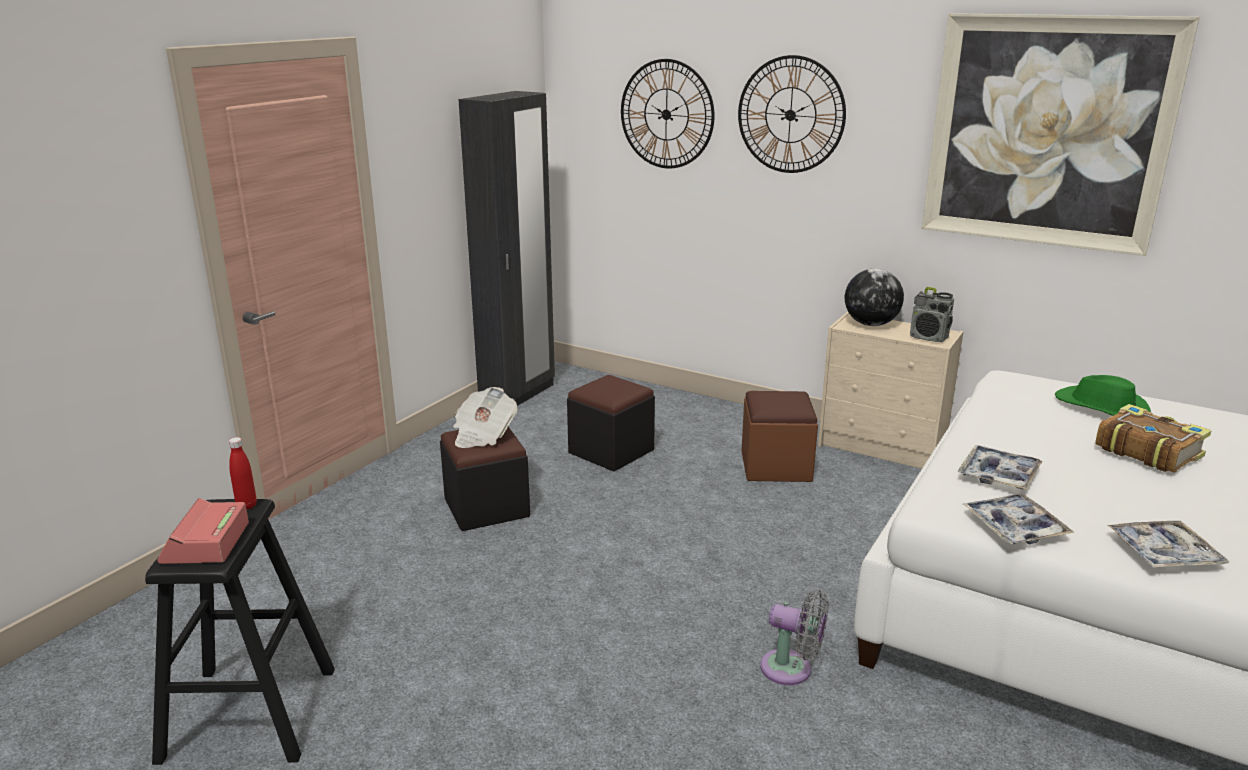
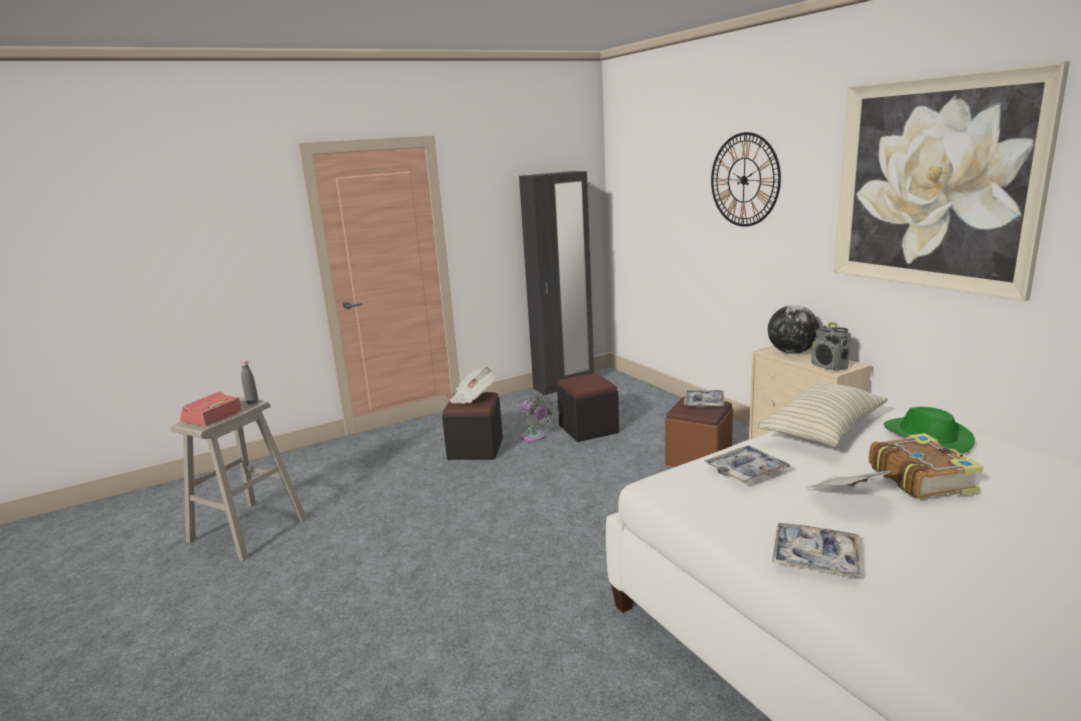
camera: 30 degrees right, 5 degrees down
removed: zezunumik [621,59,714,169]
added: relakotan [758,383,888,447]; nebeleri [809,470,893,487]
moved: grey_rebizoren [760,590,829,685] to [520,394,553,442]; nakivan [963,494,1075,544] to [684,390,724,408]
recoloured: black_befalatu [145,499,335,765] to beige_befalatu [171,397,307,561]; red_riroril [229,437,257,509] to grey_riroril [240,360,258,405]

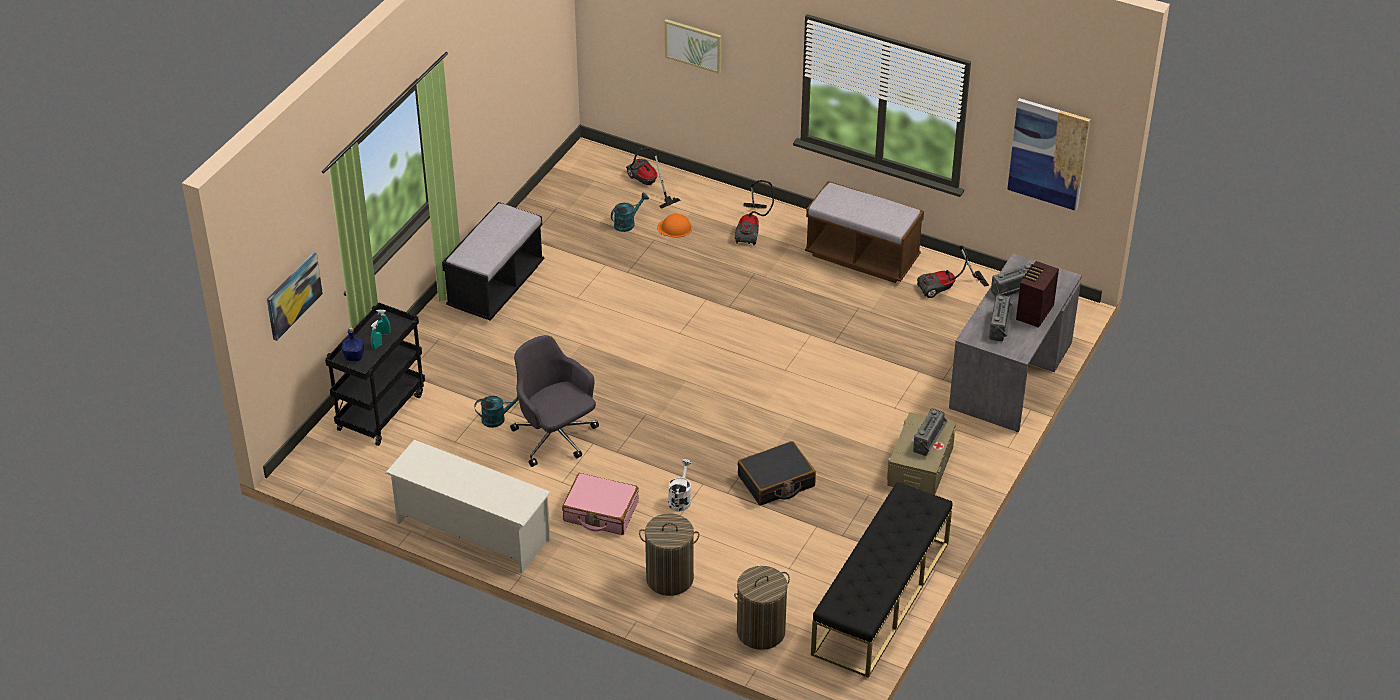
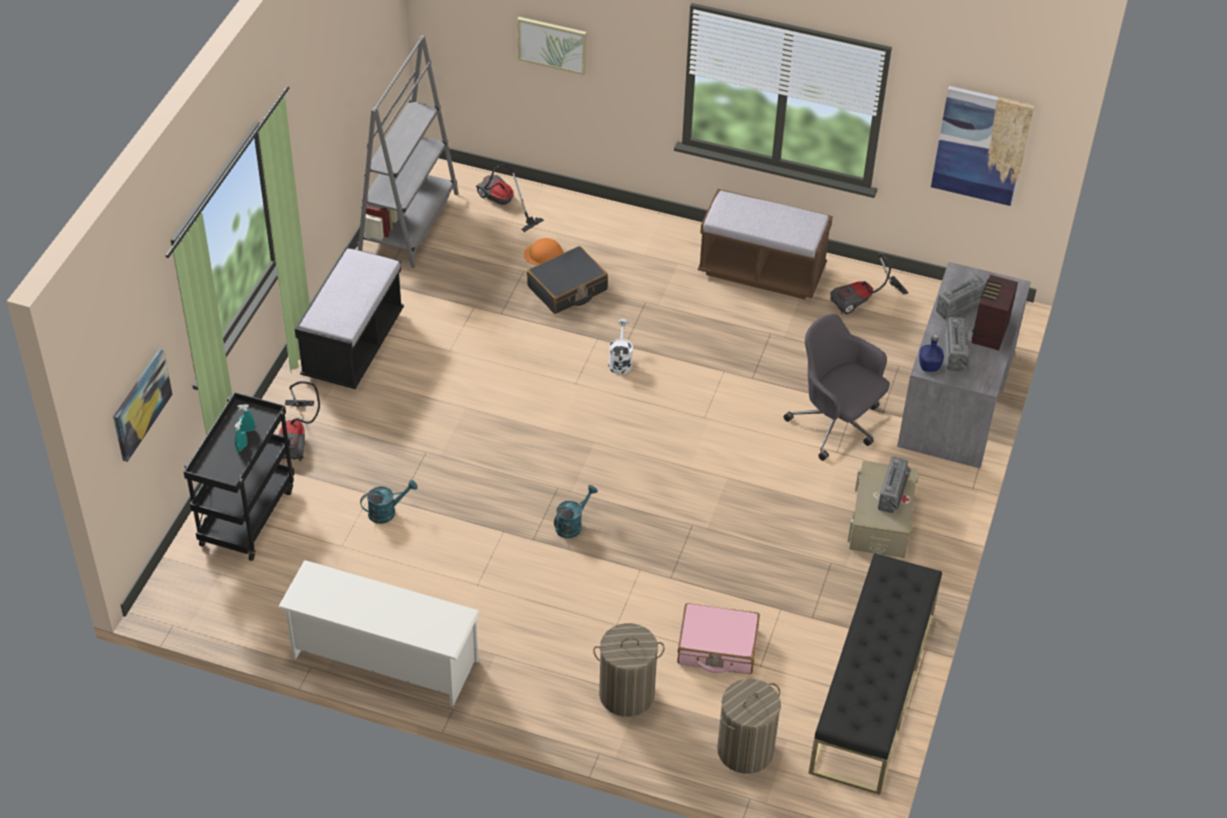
camera: 10 degrees left, 5 degrees up
added: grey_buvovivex [357,36,459,268]
moved: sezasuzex [734,180,774,245] to [279,381,320,461]; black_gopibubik [738,441,816,505] to [527,246,608,314]; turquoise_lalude [611,193,649,232] to [554,485,598,538]; white_lalude [668,459,691,512] to [608,319,633,375]; pink_gopibubik [562,473,639,535] to [677,603,760,674]; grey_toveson [510,335,599,467] to [783,314,890,461]; blue_riroril [342,327,364,361] to [919,334,944,372]

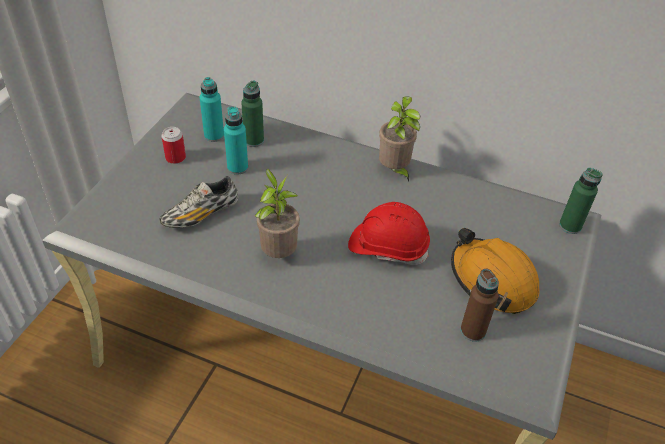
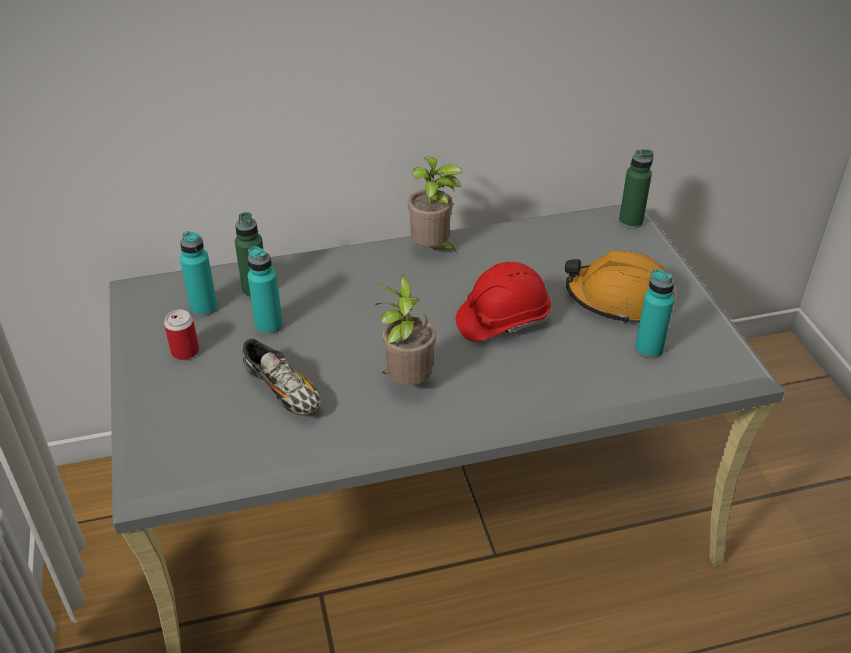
camera: 35 degrees left, 5 degrees down
recoloured: brown_riroril [460,268,499,342] to turquoise_riroril [635,269,675,359]
turned: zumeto [159,176,238,228] = [243,338,321,416] 60 degrees counterclockwise

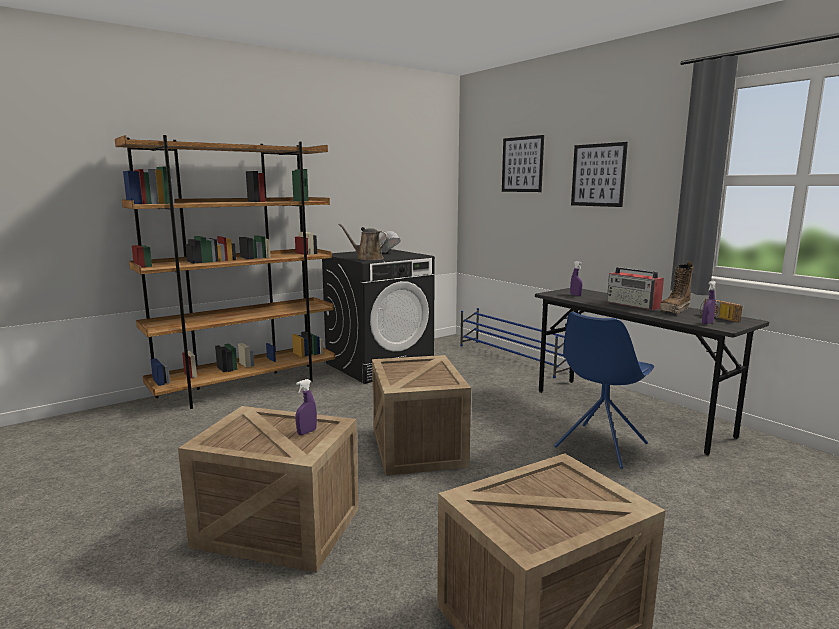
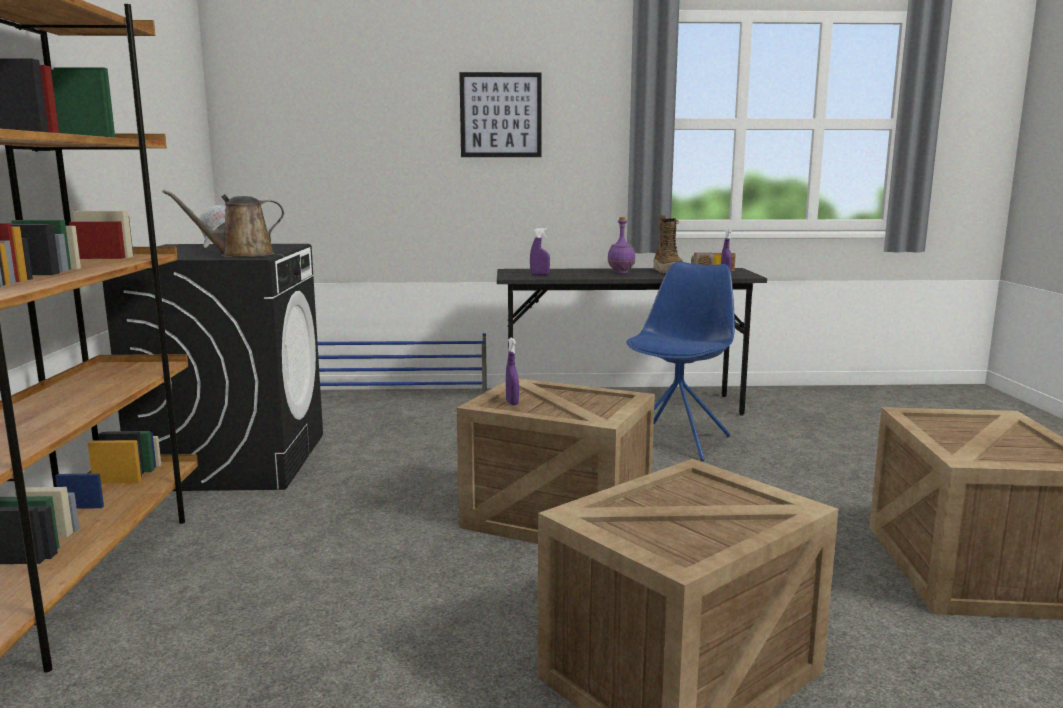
camera: 55 degrees left, 0 degrees up
removed: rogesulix [502,135,544,192]
moved: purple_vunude [296,379,317,435] to [506,338,519,405]
replaced: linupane [607,267,664,310] to purple_riroril [608,217,636,274]
turned: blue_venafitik [554,312,654,469] = [627,261,735,461] 135 degrees counterclockwise

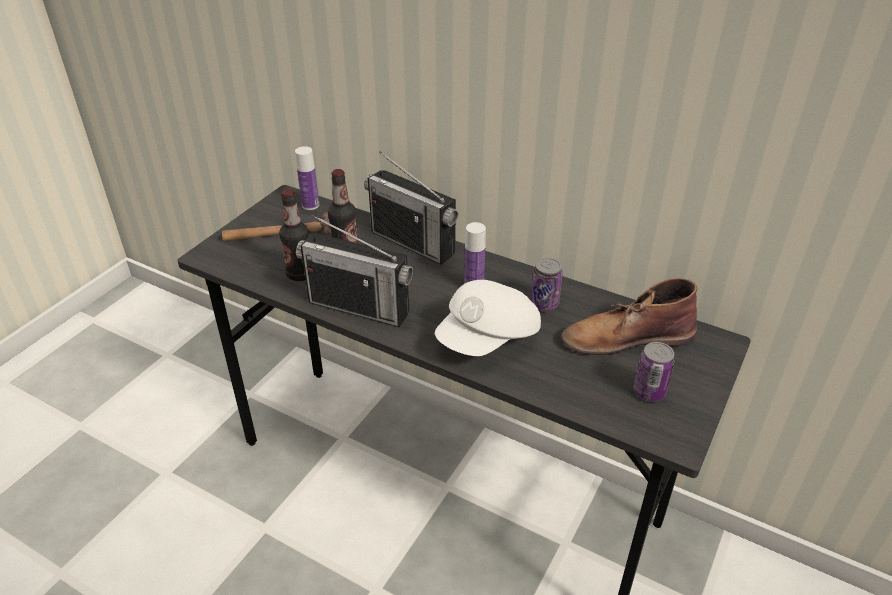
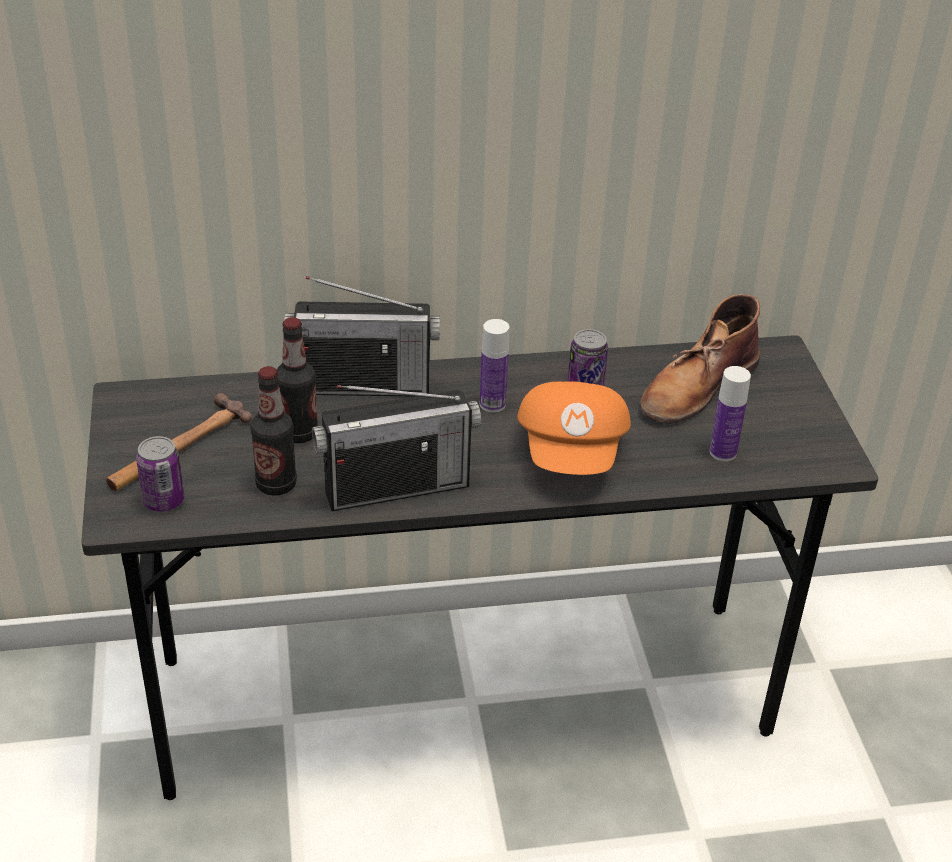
camera: 40 degrees left, 0 degrees up
moved: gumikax [634,342,675,402] to [136,436,184,512]; riroril [295,146,319,210] to [710,366,751,461]
recoloured: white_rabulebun [435,280,541,356] to orange_rabulebun [517,381,631,475]

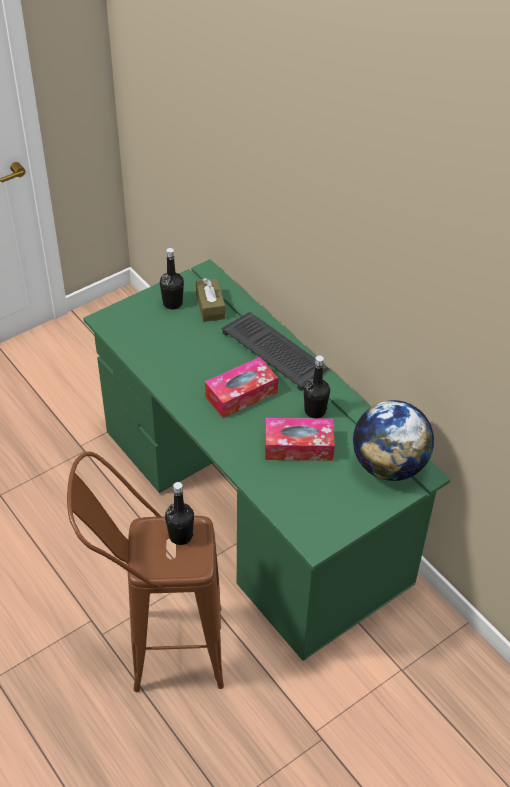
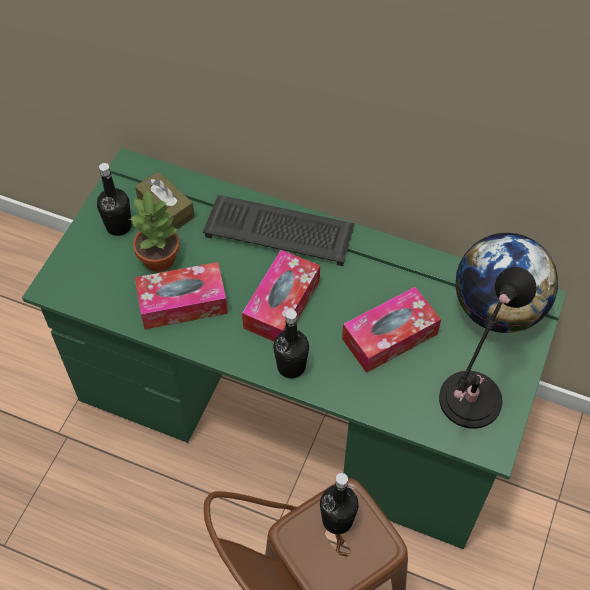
camera: 30 degrees left, 10 degrees up
added: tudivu [129,189,180,272]; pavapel [135,262,228,329]; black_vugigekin [439,267,537,429]
moved: black_riroril [304,356,330,418] to [273,310,309,378]

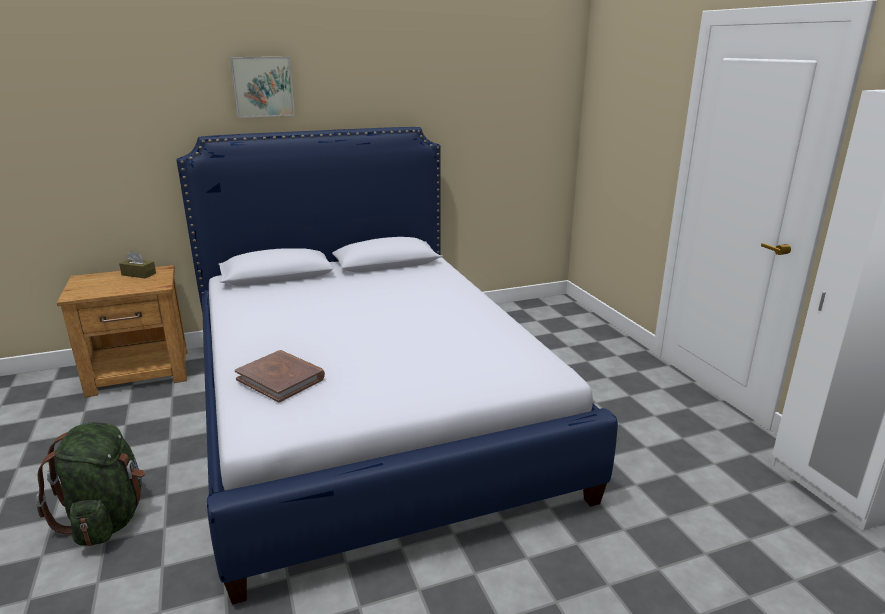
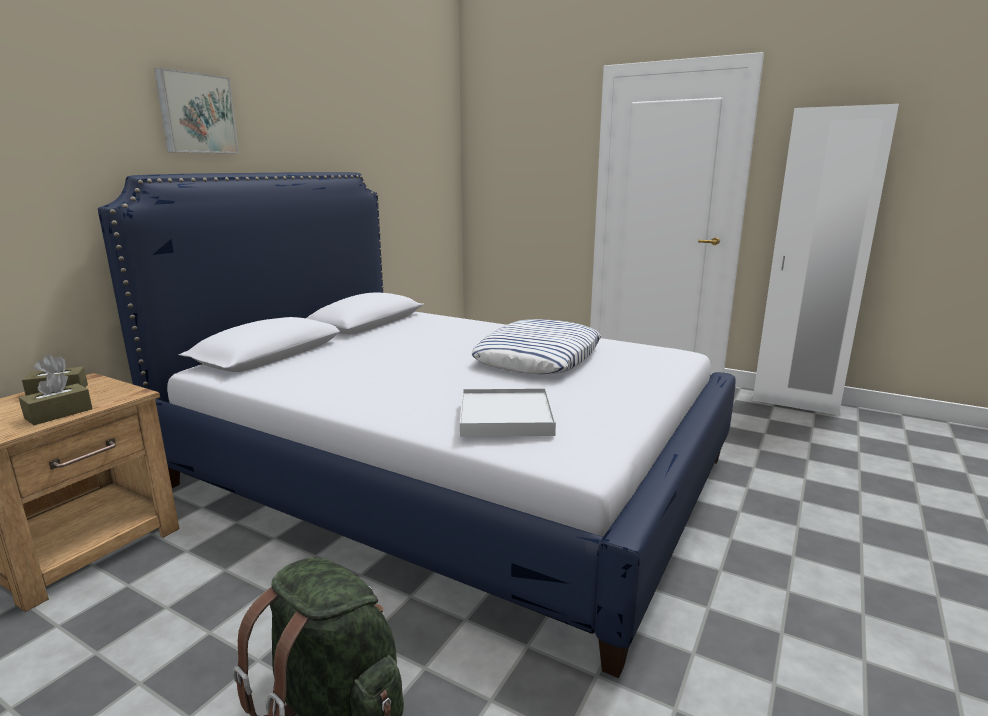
camera: 40 degrees left, 5 degrees down
added: brown_pavapel [19,373,93,425]; relakotan [471,319,601,374]
replaced: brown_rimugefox [235,350,325,402] to white_nakivan [460,388,556,437]

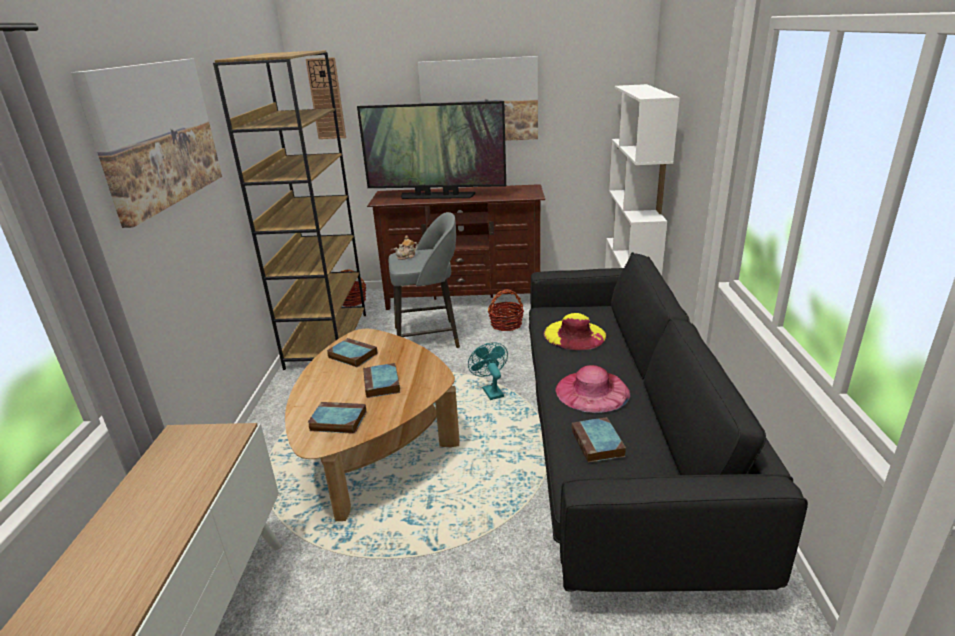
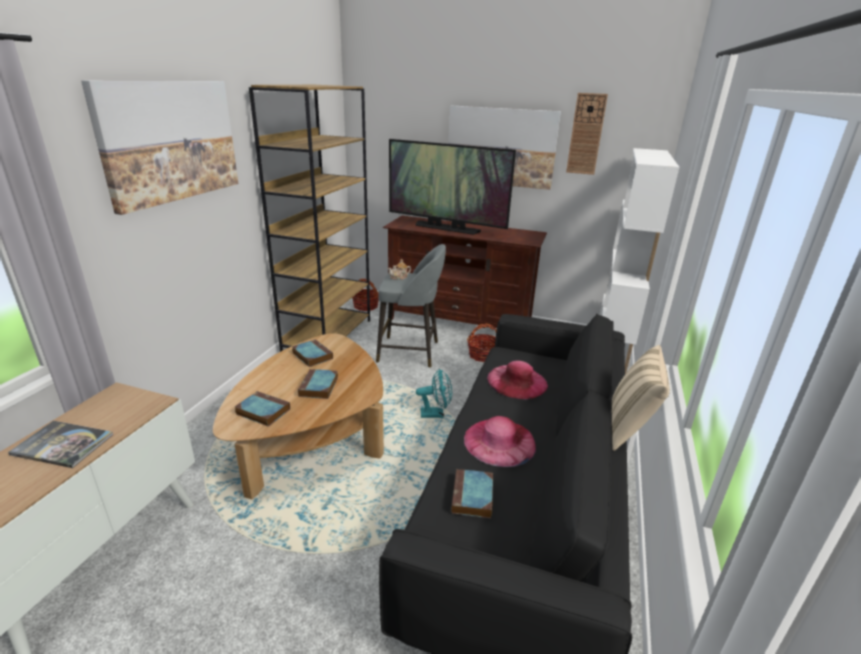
camera: 15 degrees right, 0 degrees up
added: rimugefox [8,421,113,468]; beige_relakotan [612,345,670,451]
moved: zezunumik [306,57,346,139] to [566,93,608,175]
recoloured: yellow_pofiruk [543,313,607,351] to pink_pofiruk [487,361,548,399]
turned: turquoise_rebizoren [468,342,508,400] = [416,369,452,418] 90 degrees clockwise

